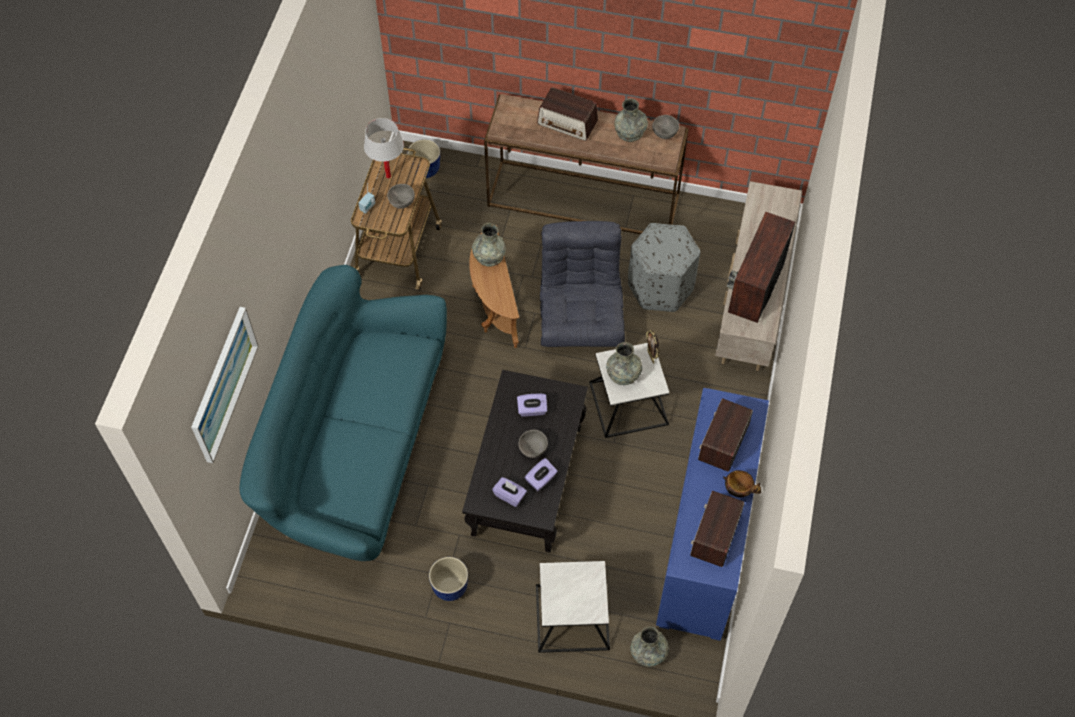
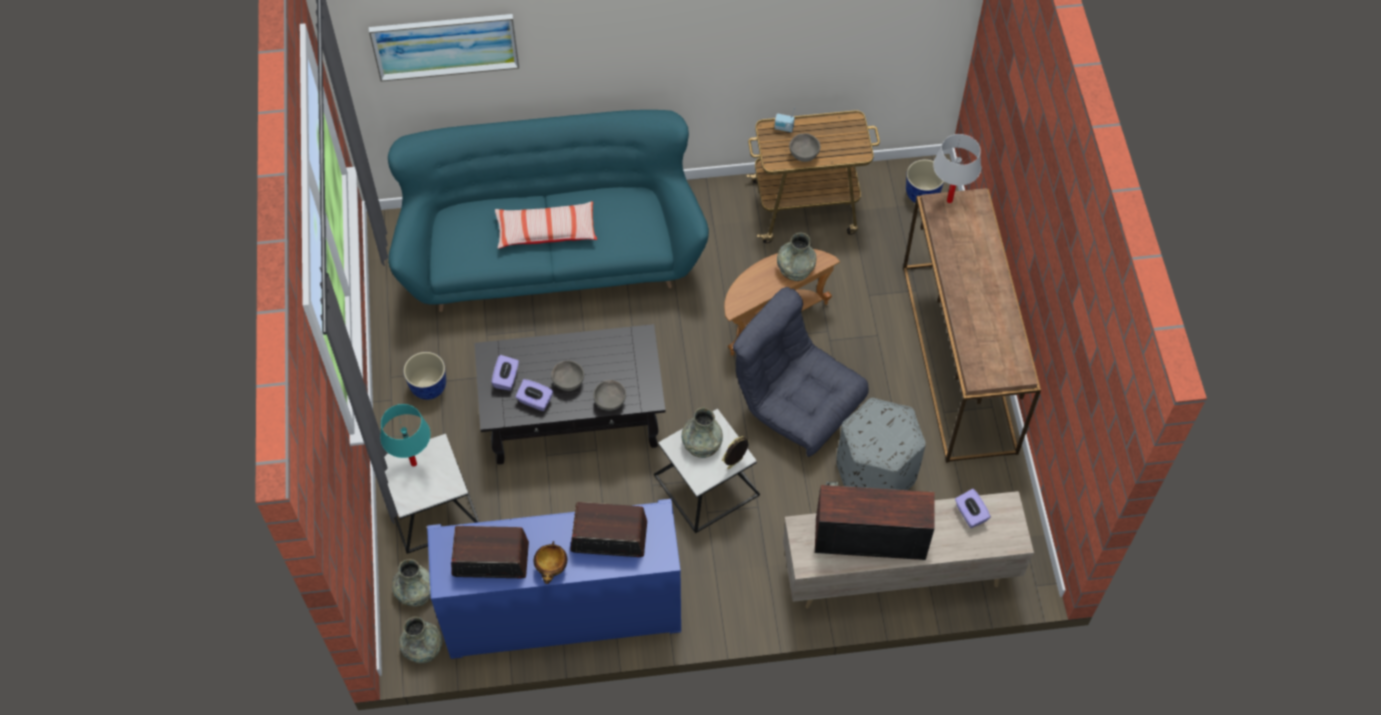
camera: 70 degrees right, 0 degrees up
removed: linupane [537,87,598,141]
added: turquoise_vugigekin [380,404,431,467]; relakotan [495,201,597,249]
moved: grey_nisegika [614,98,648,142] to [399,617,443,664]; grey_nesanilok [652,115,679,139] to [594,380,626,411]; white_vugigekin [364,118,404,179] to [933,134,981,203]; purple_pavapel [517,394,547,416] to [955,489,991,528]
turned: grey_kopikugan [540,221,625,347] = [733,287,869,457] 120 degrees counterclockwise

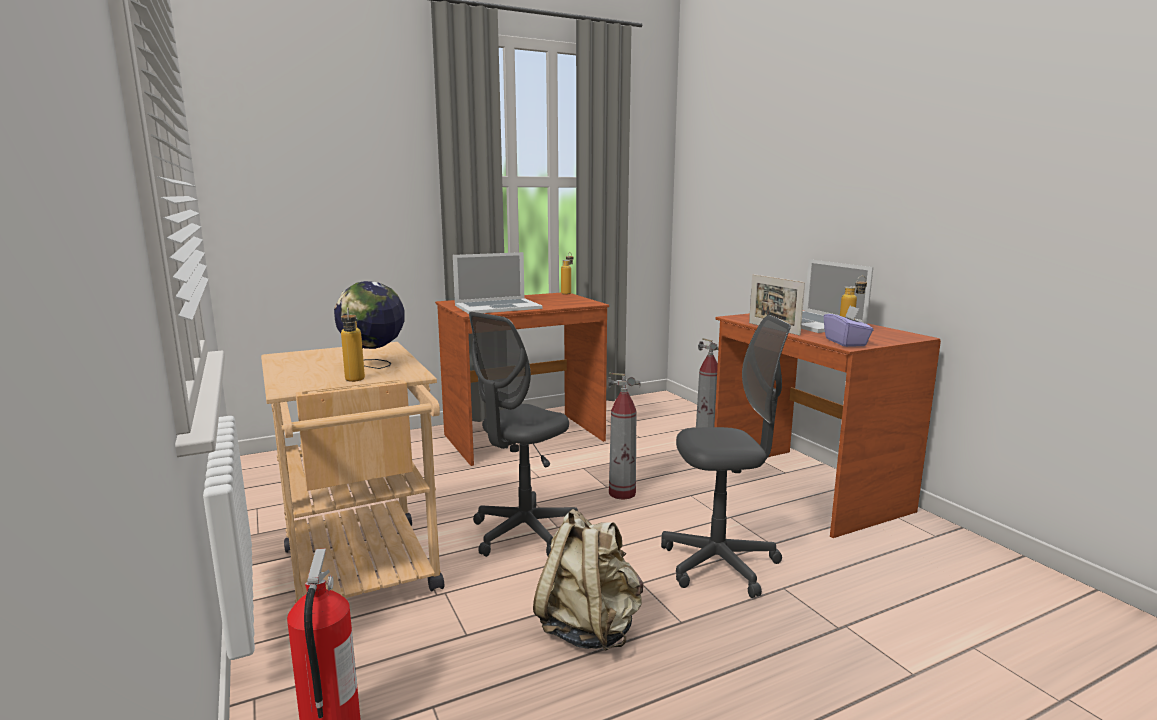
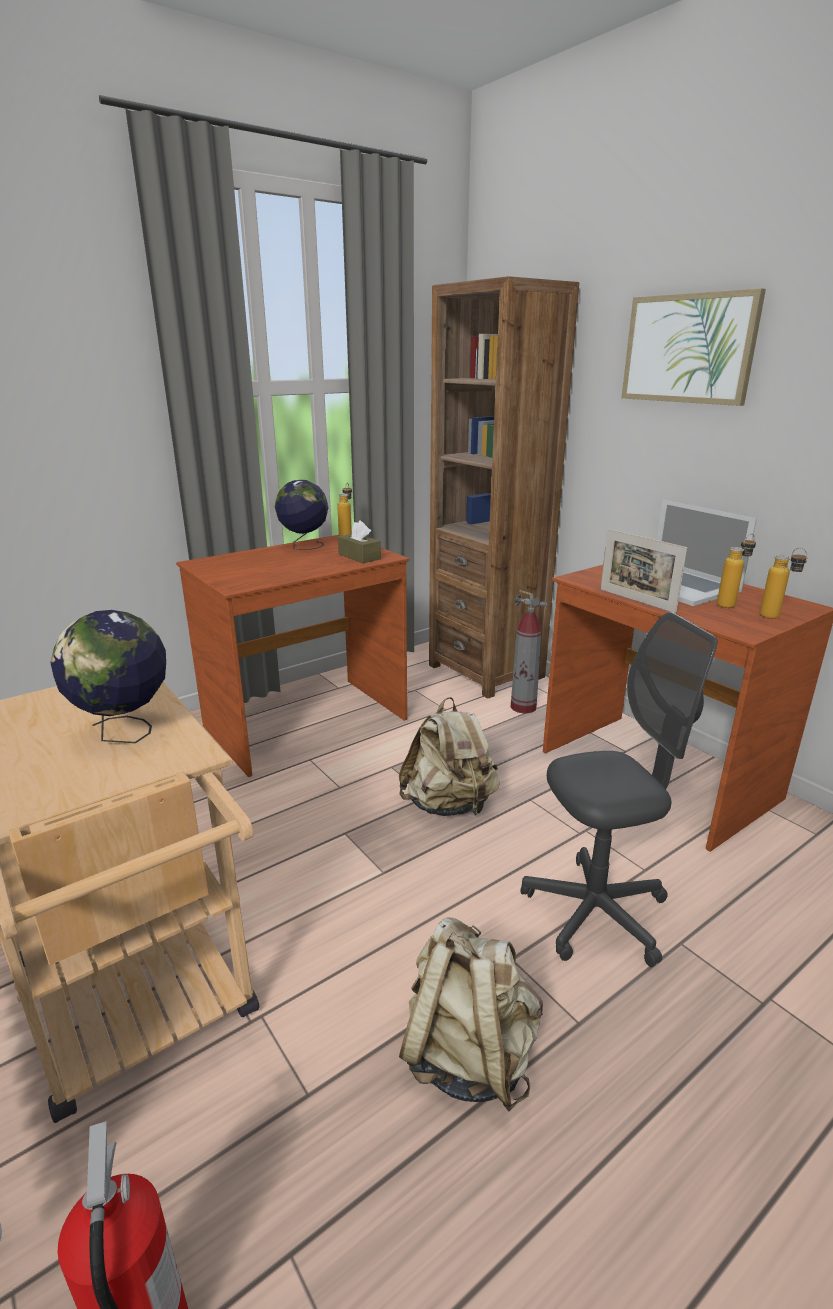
camera: 10 degrees left, 10 degrees up
removed: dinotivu [453,252,542,314]; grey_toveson [469,312,578,557]; purple_pavapel [824,306,874,347]
added: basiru [275,480,329,550]; brown_pavapel [338,520,381,563]; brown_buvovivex [429,276,579,698]; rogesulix [621,288,766,406]
moved: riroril [341,307,365,382] to [760,547,808,619]
replaced: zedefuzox [608,372,641,500] to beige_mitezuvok [399,697,500,816]

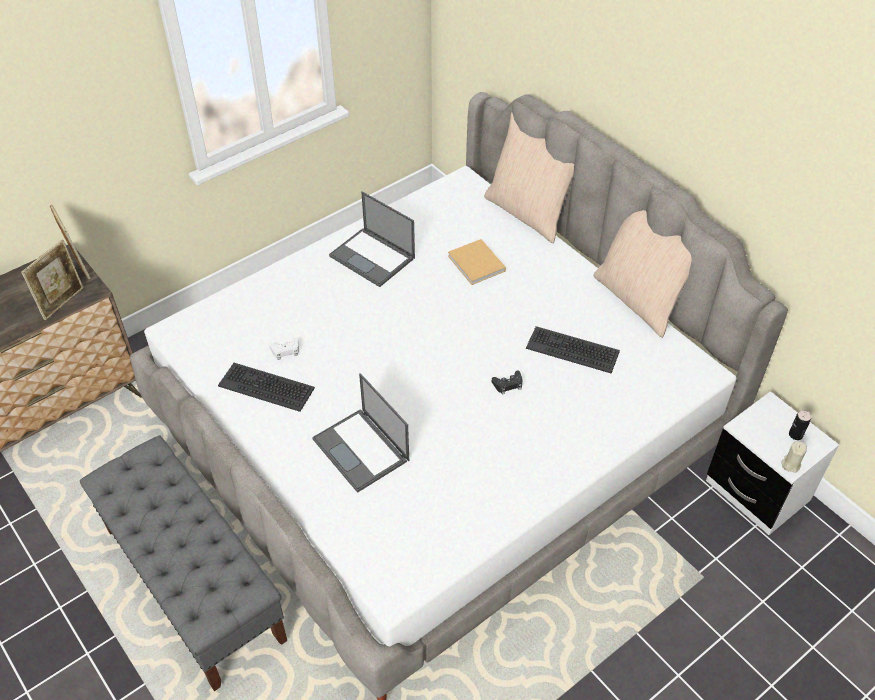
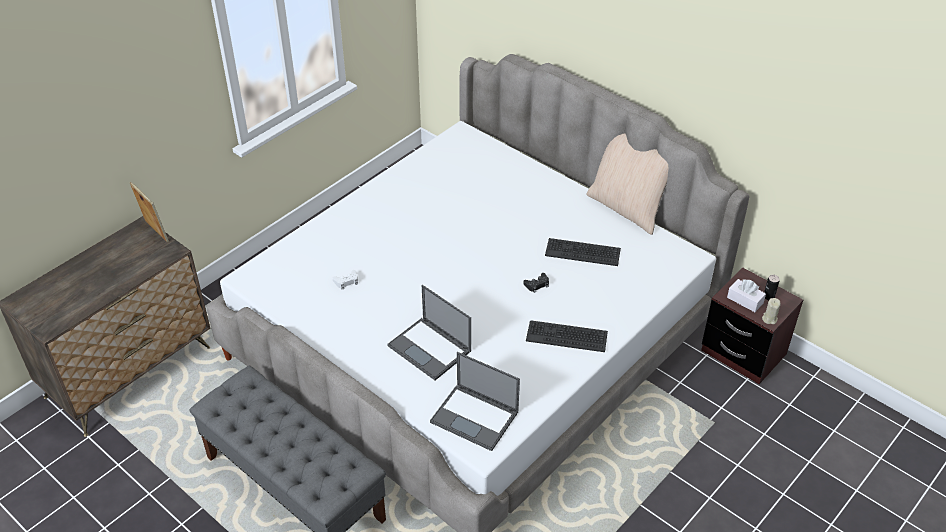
camera: 10 degrees left, 5 degrees down
removed: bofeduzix [21,240,84,321]; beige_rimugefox [448,239,506,285]; beige_relakotan [484,113,574,243]
added: white_pavapel [727,279,766,312]
moved: dinotivu [329,191,415,287] to [430,352,520,451]; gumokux [218,363,315,412] to [526,320,608,352]
recoloured: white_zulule [706,391,839,535] to brown_zulule [701,268,803,384]

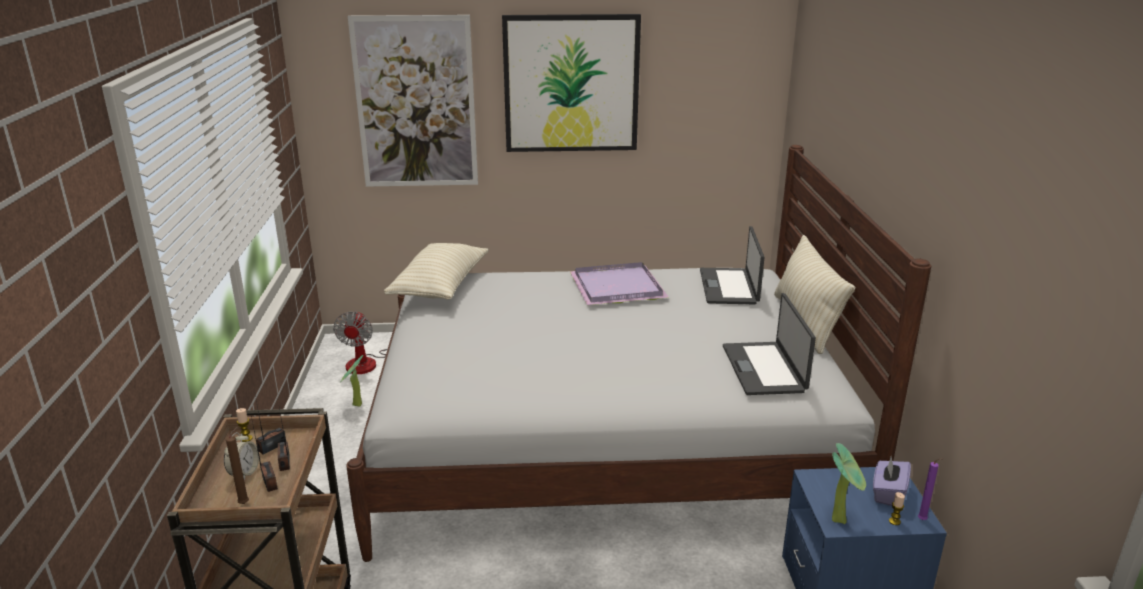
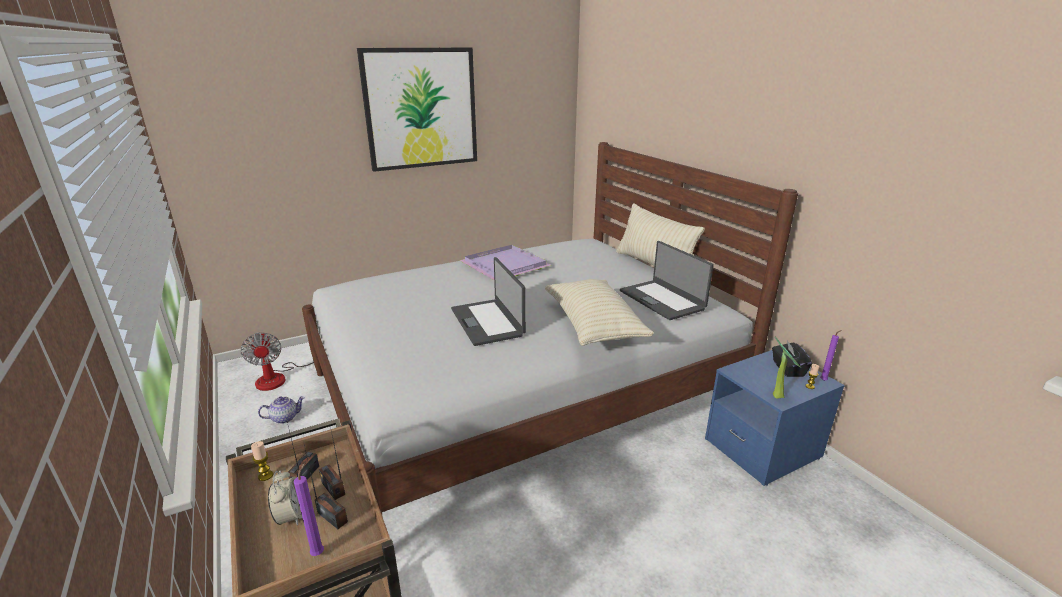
camera: 25 degrees left, 0 degrees up
removed: rogesulix [348,15,478,187]
moved: dinotivu [700,226,765,304] to [451,257,526,346]; beige_relakotan [384,243,489,300] to [545,279,654,346]
replaced: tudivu [340,355,364,407] to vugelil [258,396,305,424]
recoloured: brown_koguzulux [226,427,249,504] to purple_koguzulux [294,462,324,556]; purple_pavapel [873,456,911,506] to black_pavapel [772,341,812,377]

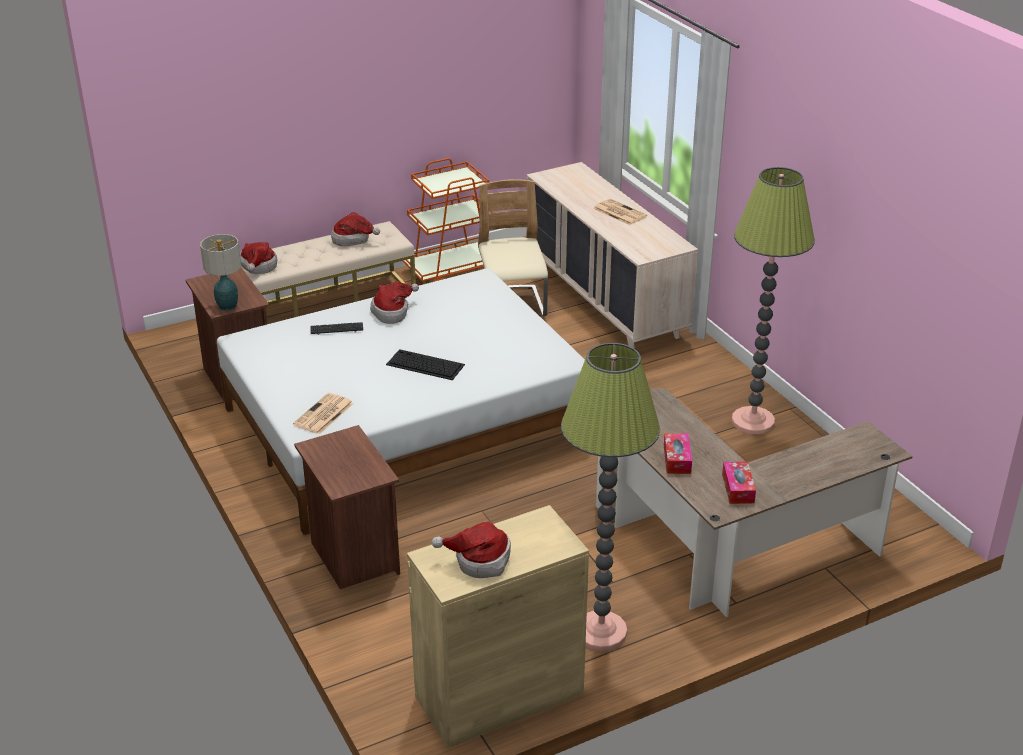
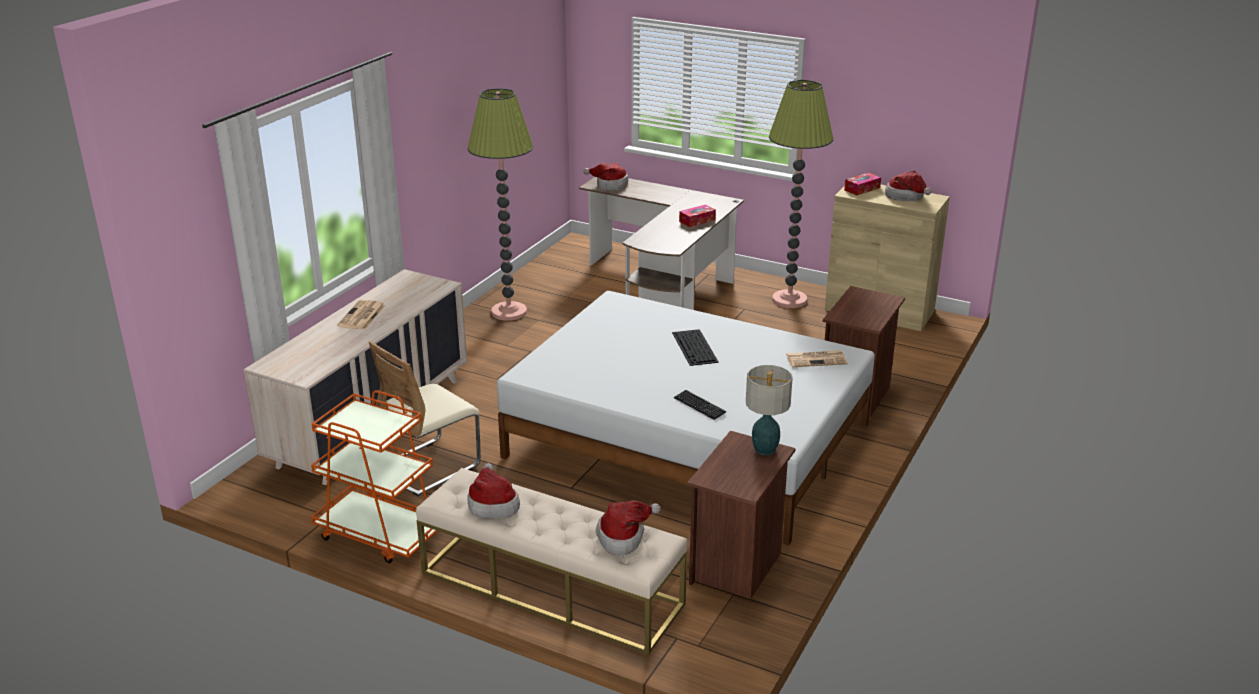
camera: 125 degrees left, 5 degrees down
moved: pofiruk [370,281,419,324] to [583,163,628,191]; pavapel [722,461,756,504] to [844,173,881,195]

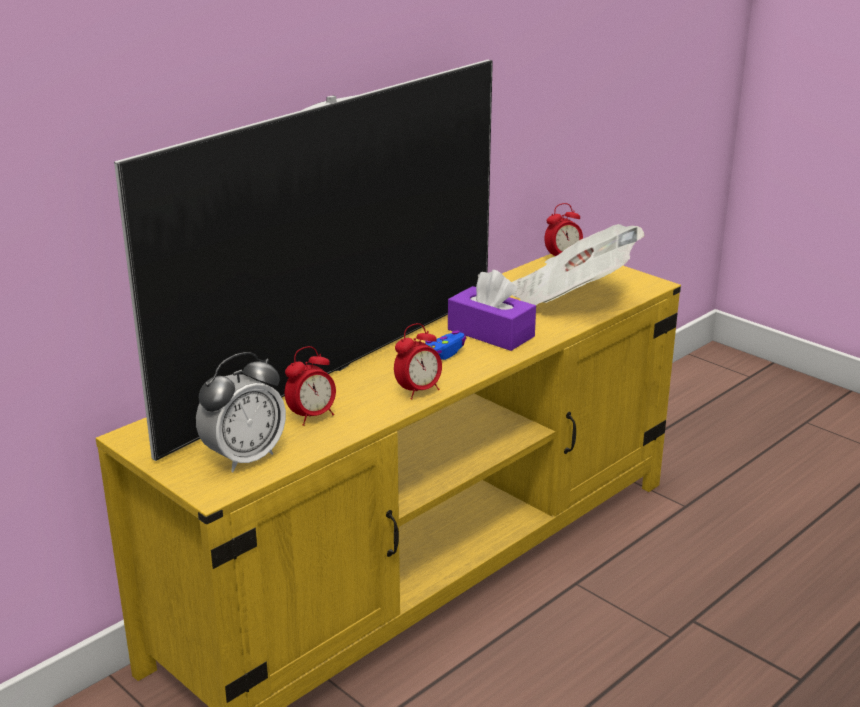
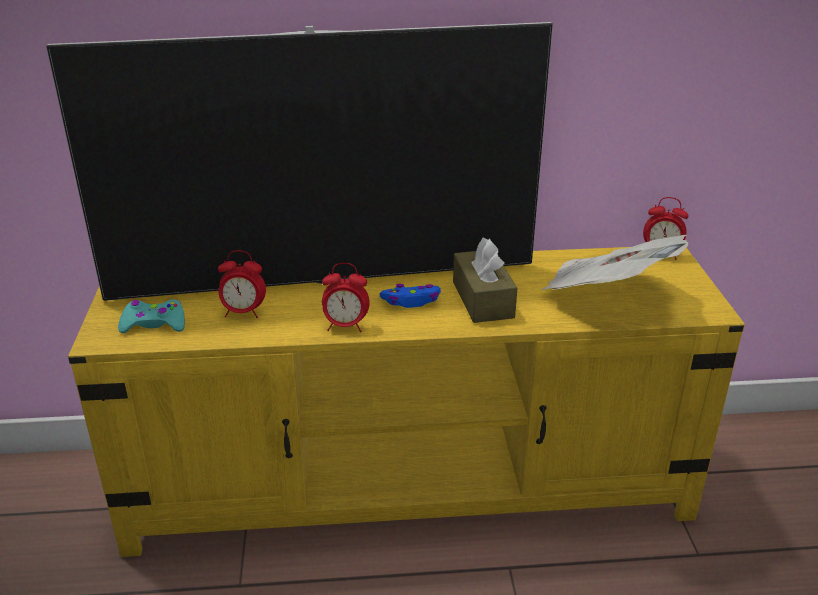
camera: 40 degrees right, 5 degrees up
replaced: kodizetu [196,352,286,472] to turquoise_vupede [118,300,185,333]
recoloured: purple_pavapel [448,270,536,351] to brown_pavapel [453,238,517,323]

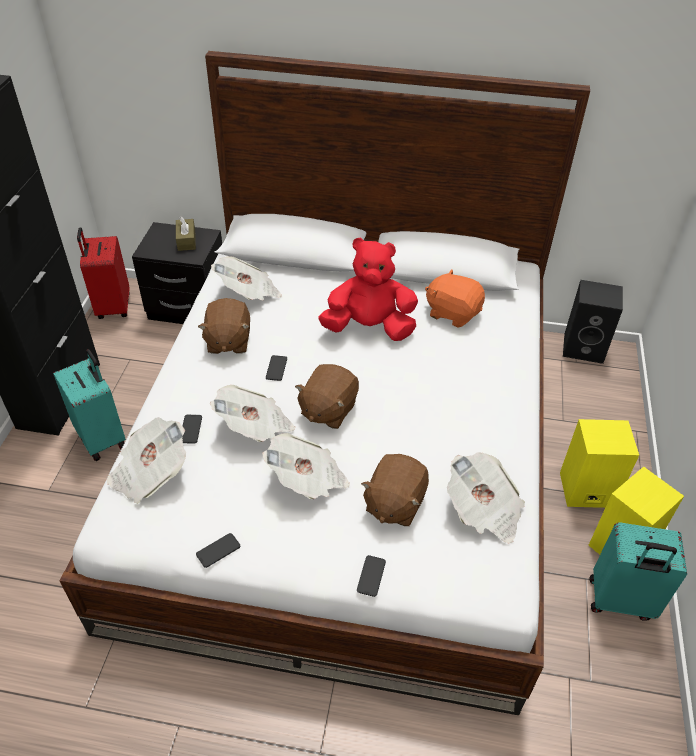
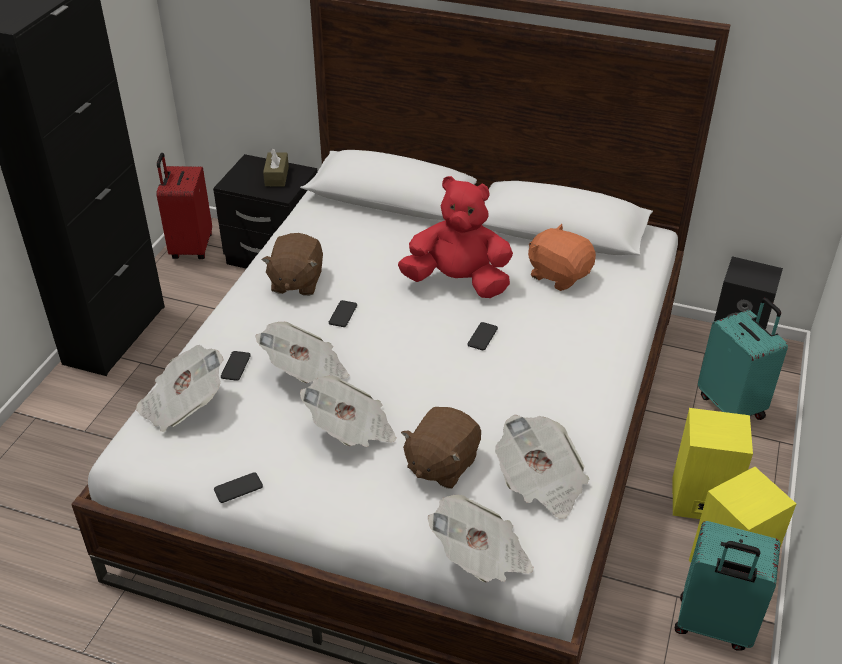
camera: 10 degrees right, 5 degrees down
removed: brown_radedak [295,364,359,429]
moved: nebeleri [211,256,282,300] to [428,495,534,582]; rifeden [357,555,386,597] to [467,322,498,350]; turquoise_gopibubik [53,349,126,461] to [698,298,788,420]

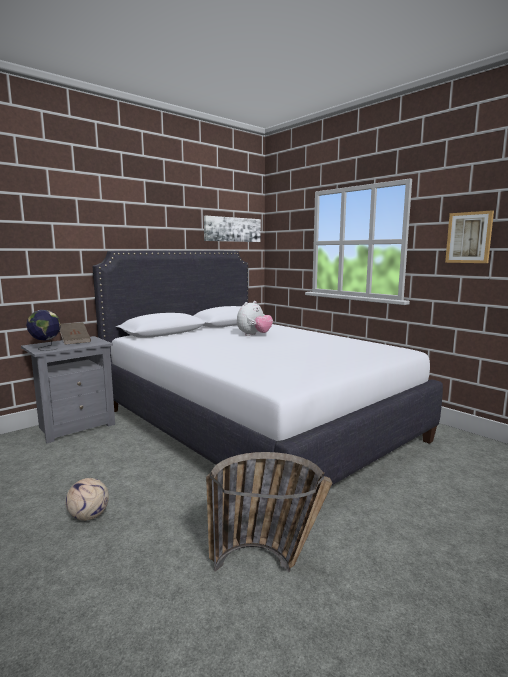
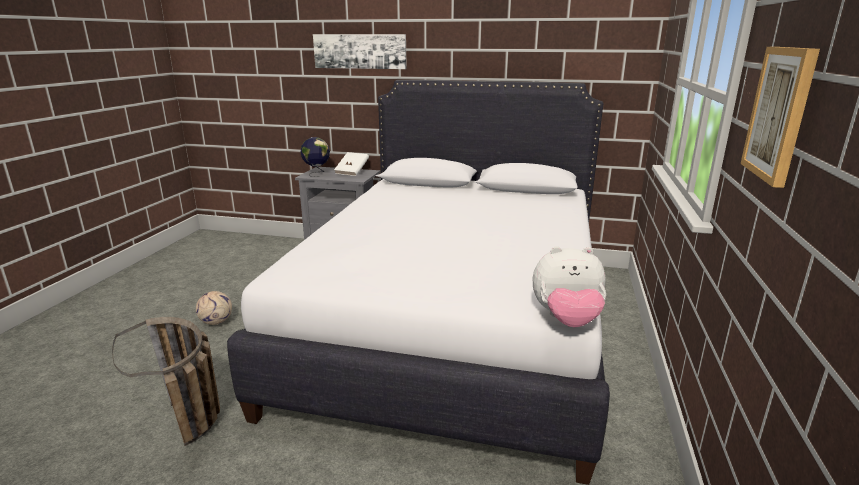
camera: 55 degrees right, 10 degrees up
moved: rogesulix [204,216,261,242] to [313,34,407,69]; radedak [237,301,273,336] to [533,246,606,327]
recoloured: brown_rimugefox [60,322,91,345] to white_rimugefox [334,152,369,176]

